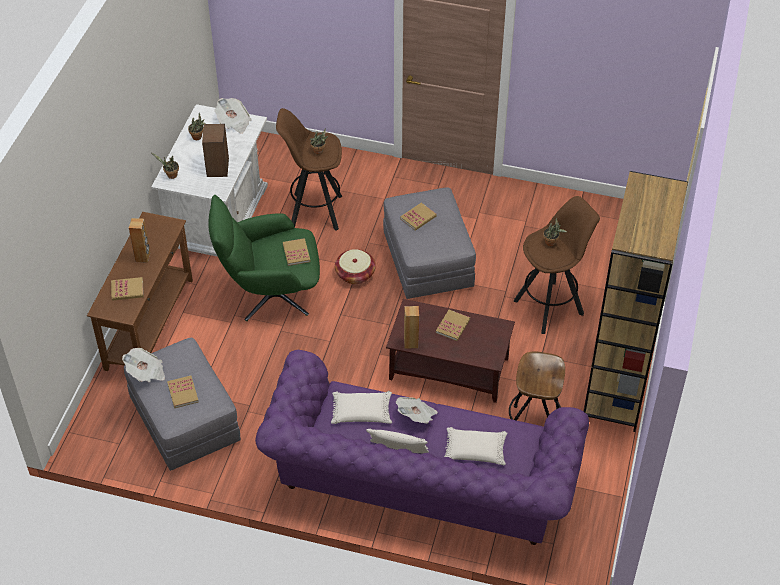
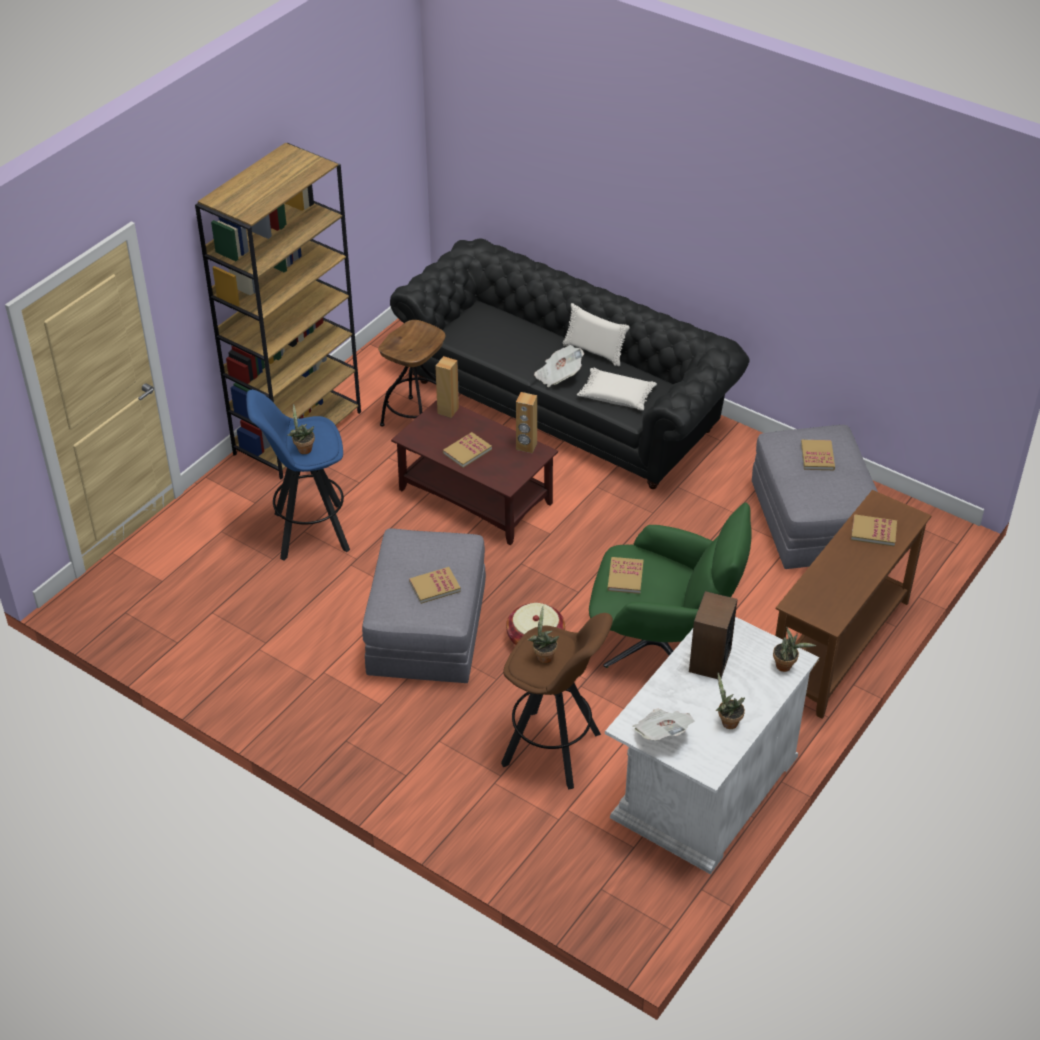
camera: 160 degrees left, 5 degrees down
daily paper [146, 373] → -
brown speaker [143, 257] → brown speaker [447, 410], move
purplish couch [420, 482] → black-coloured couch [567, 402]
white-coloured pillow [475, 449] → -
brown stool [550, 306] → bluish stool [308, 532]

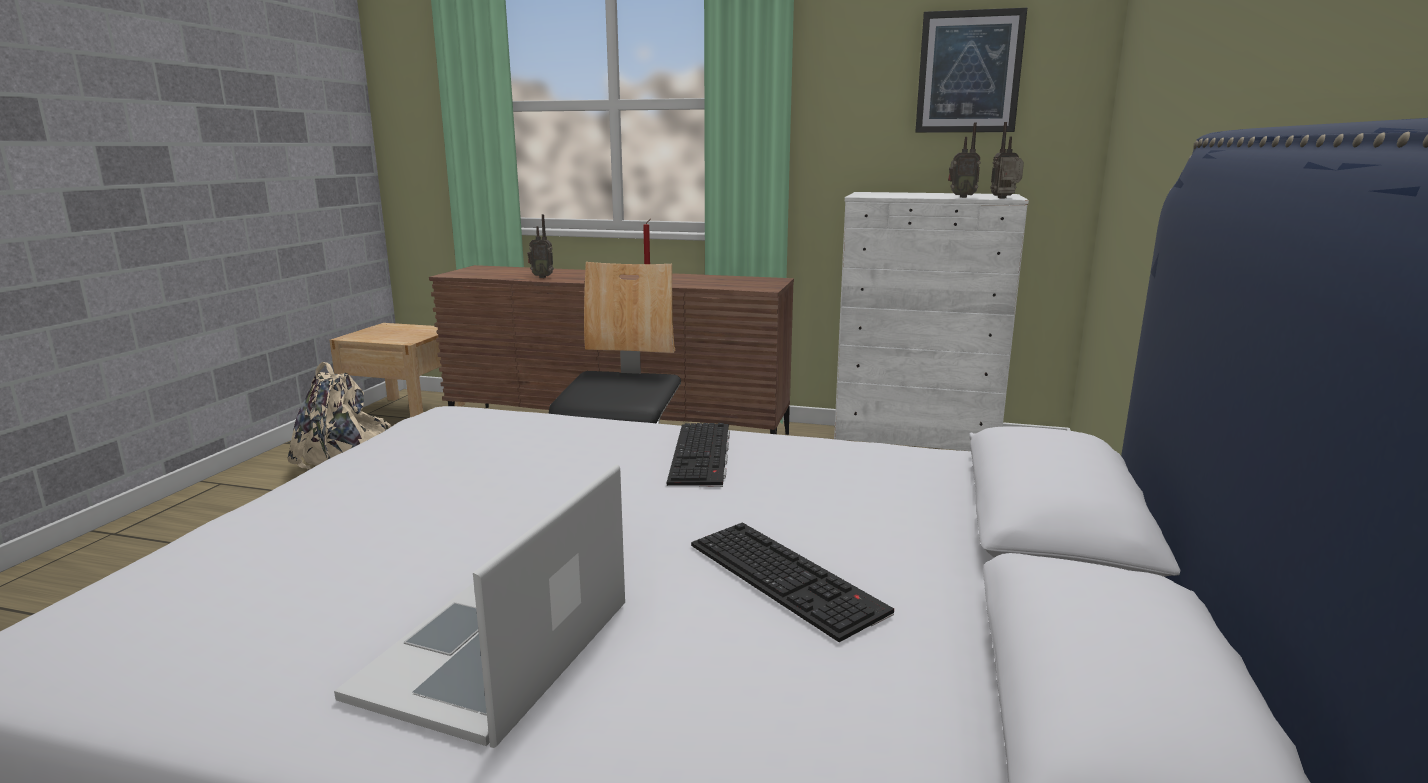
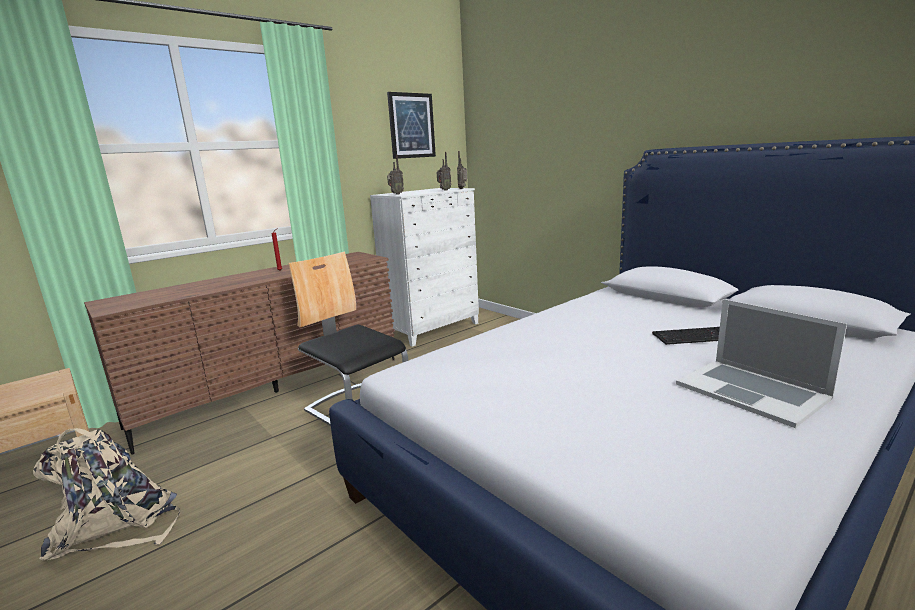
camera: 55 degrees left, 0 degrees up
radio set [542, 277] → radio set [396, 194], move
keyboard [702, 455] → -

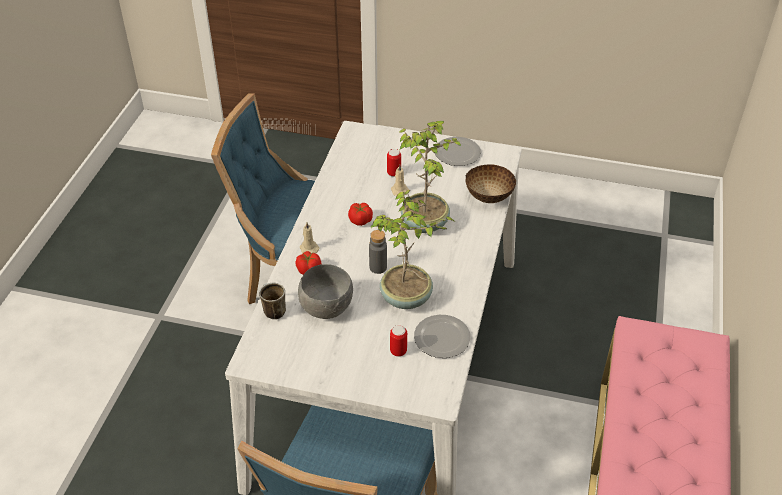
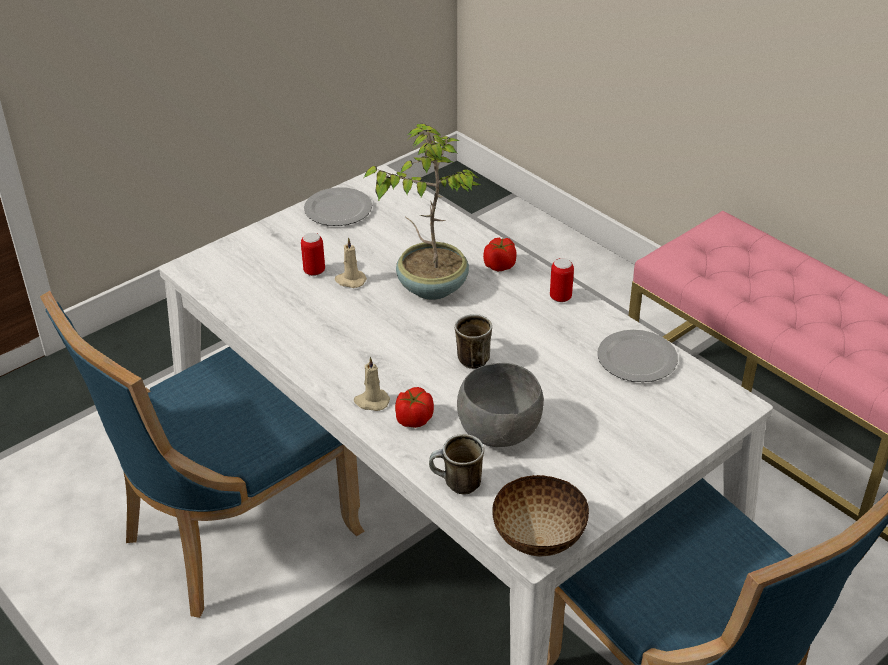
camera: 55 degrees left, 5 degrees down
tomato [360, 220] → tomato [500, 265], move
grey bottle [378, 267] → tea mug [470, 357]
plant in a pot [406, 299] → -
sealed can [398, 351] → sealed can [560, 297], move
deep dish [489, 196] → deep dish [538, 538], move

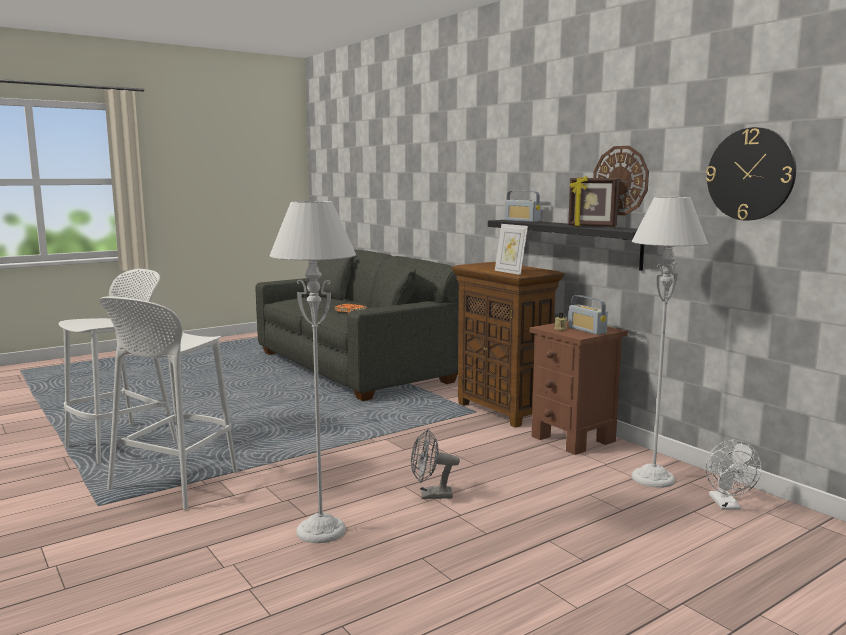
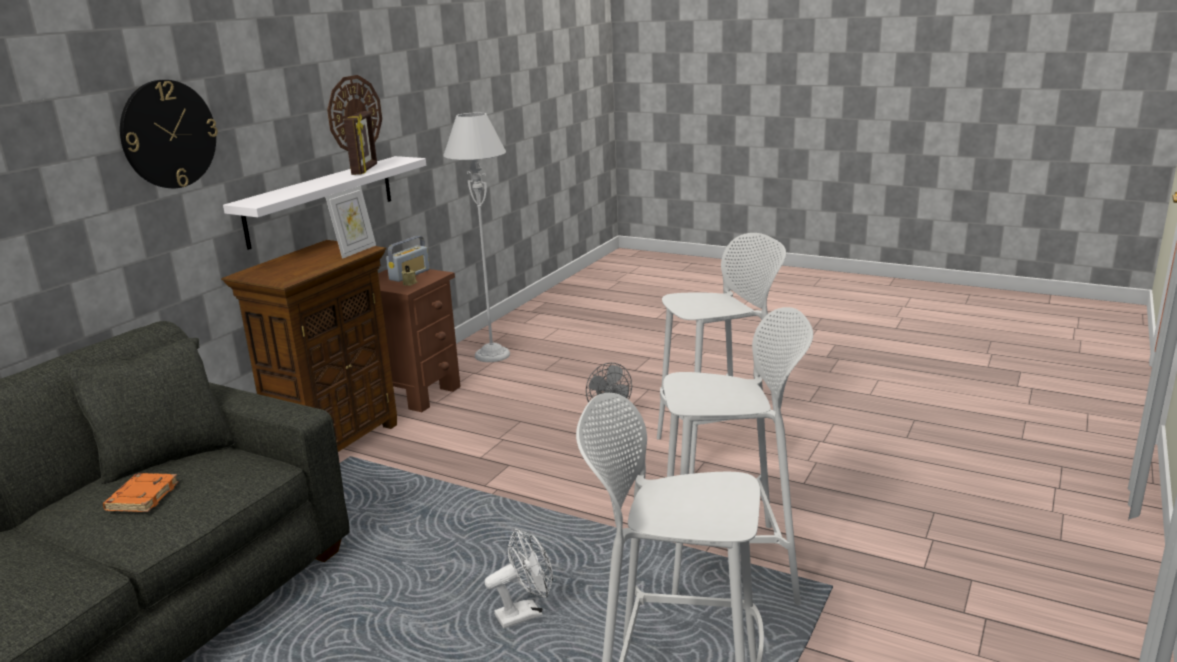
camera: 115 degrees left, 10 degrees up
grey standing lamp [321, 530] → white-coloured stool [719, 446]
black-coloured shelf [576, 243] → white-coloured shelf [321, 200]
radio set [522, 221] → -
clock on the wall [750, 174] → clock on the wall [168, 134], move
white-coloured cooling fan [727, 505] → white-coloured cooling fan [525, 613], move

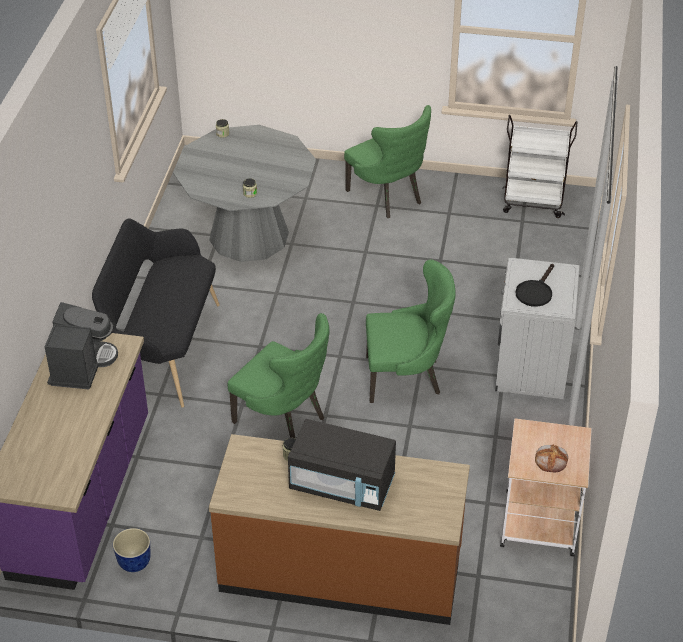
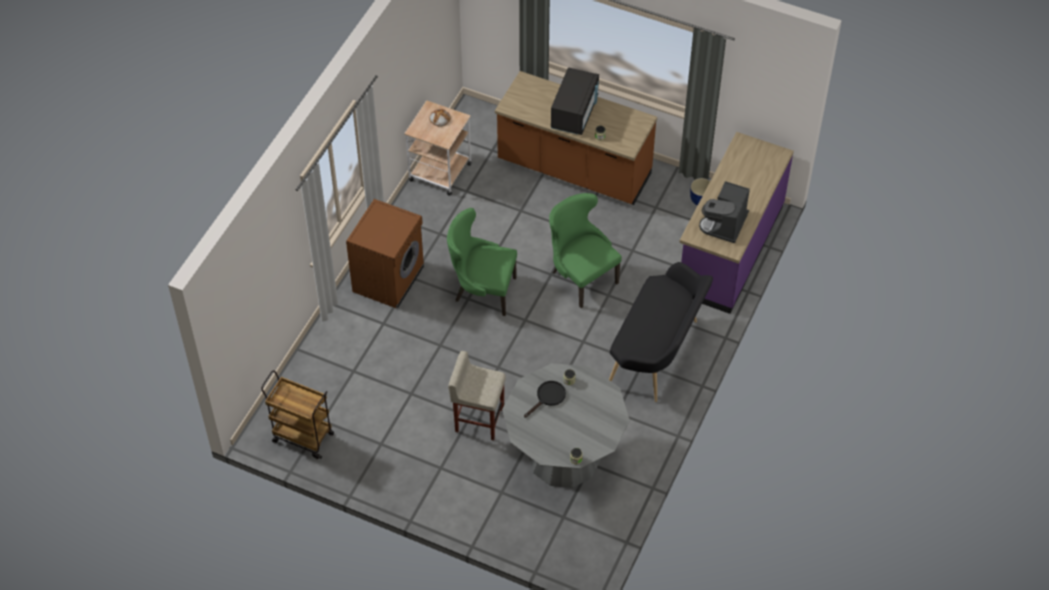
camera: 165 degrees left, 10 degrees up
black-coloured microwave [342, 484] → black-coloured microwave [574, 113], 75 degrees clockwise
greenish chair [388, 197] → -
white-coloured washing machine [529, 368] → brown washing machine [390, 279]
white-coloured cart [533, 204] → brown cart [302, 437]
black-coloured pan [535, 292] → black-coloured pan [548, 397], move
- → beige-coloured stool [478, 420]

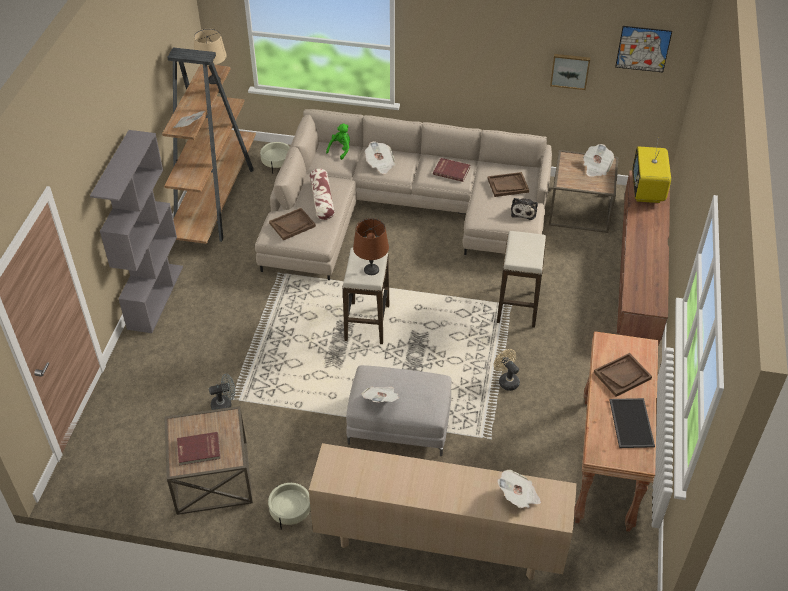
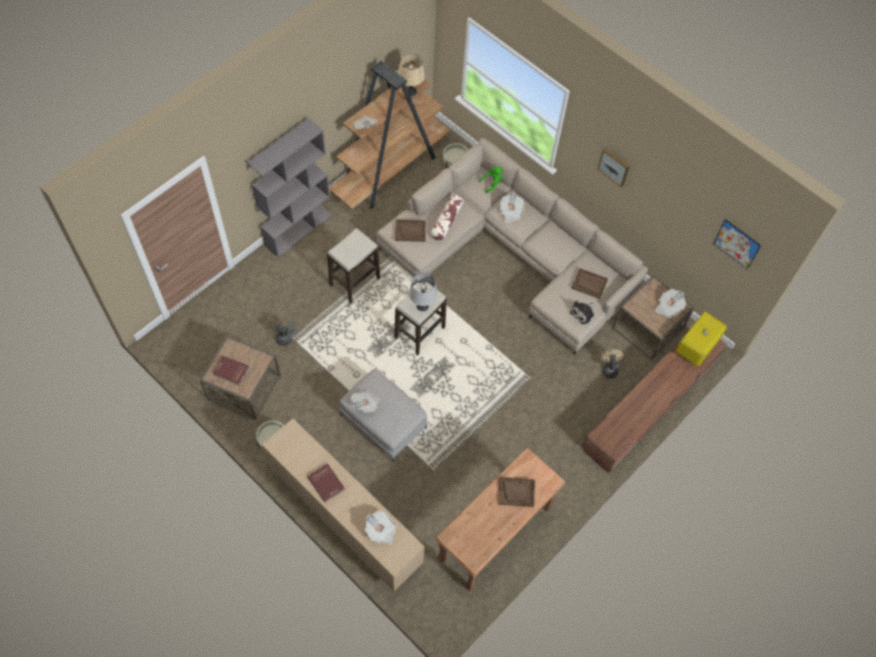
camera: 30 degrees right, 15 degrees up
brown table lamp [371, 269] → grey table lamp [422, 306]
red-coloured volume [451, 170] → red-coloured volume [326, 483], move
beige-coloured cooling fan [506, 380] → beige-coloured cooling fan [609, 369], move
stool [518, 306] → stool [354, 282], move
picture [570, 70] → picture [614, 166], move
carrying tray [630, 422] → -

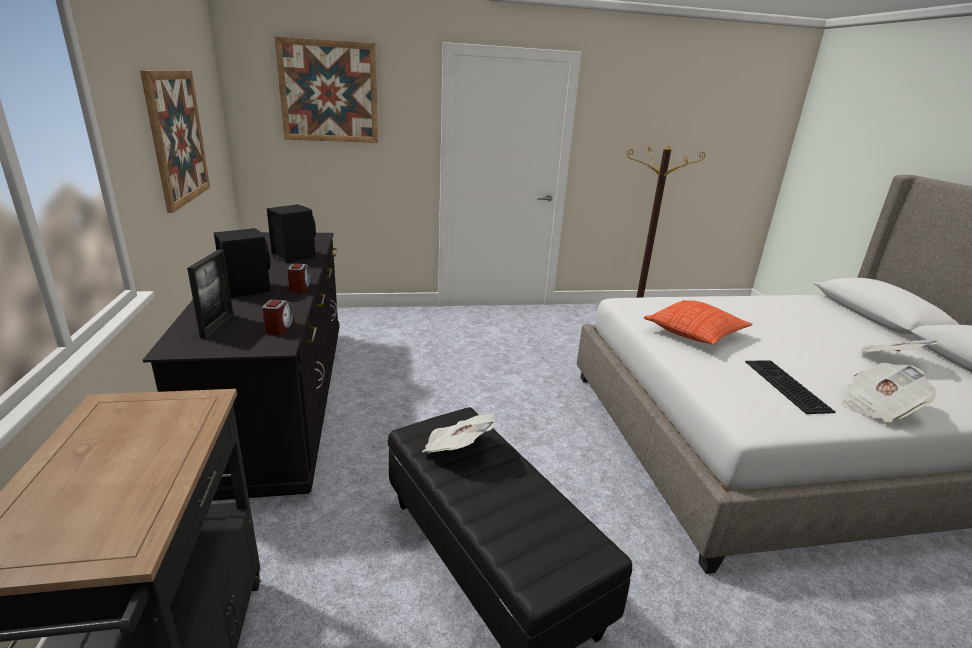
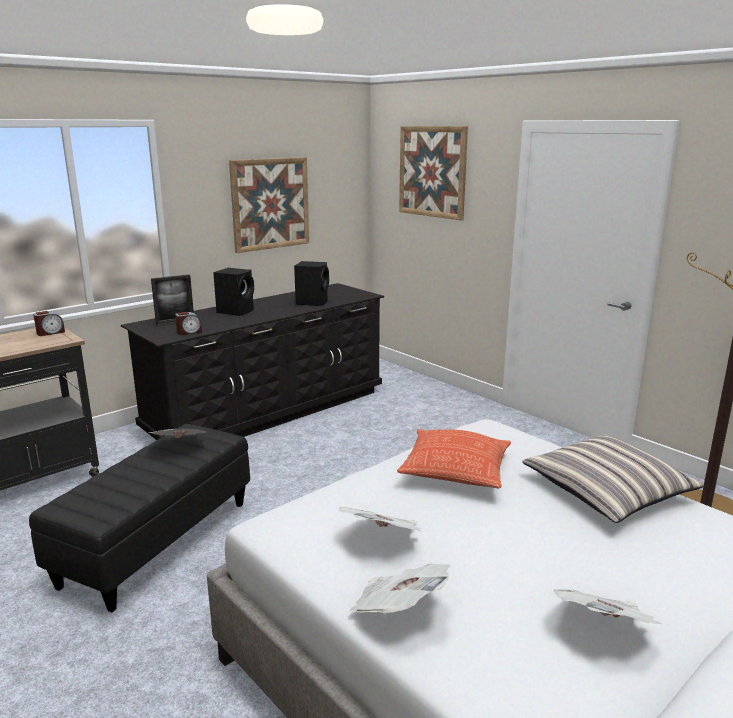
camera: 60 degrees right, 5 degrees down
alarm clock [300, 287] → alarm clock [50, 332], move
keyboard [784, 385] → daily paper [384, 538]
- → pillow [607, 491]

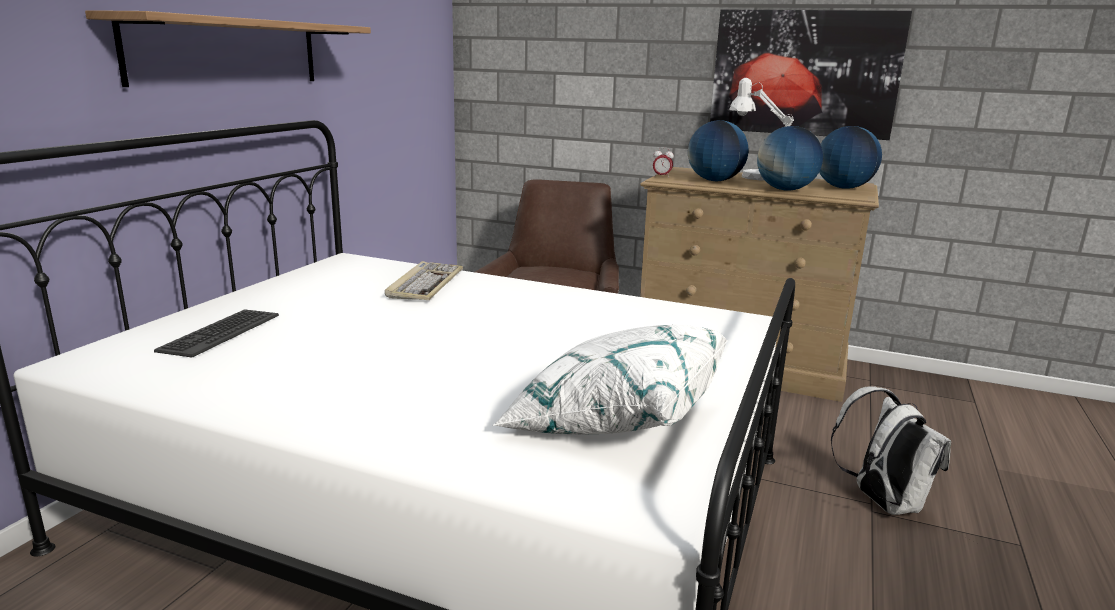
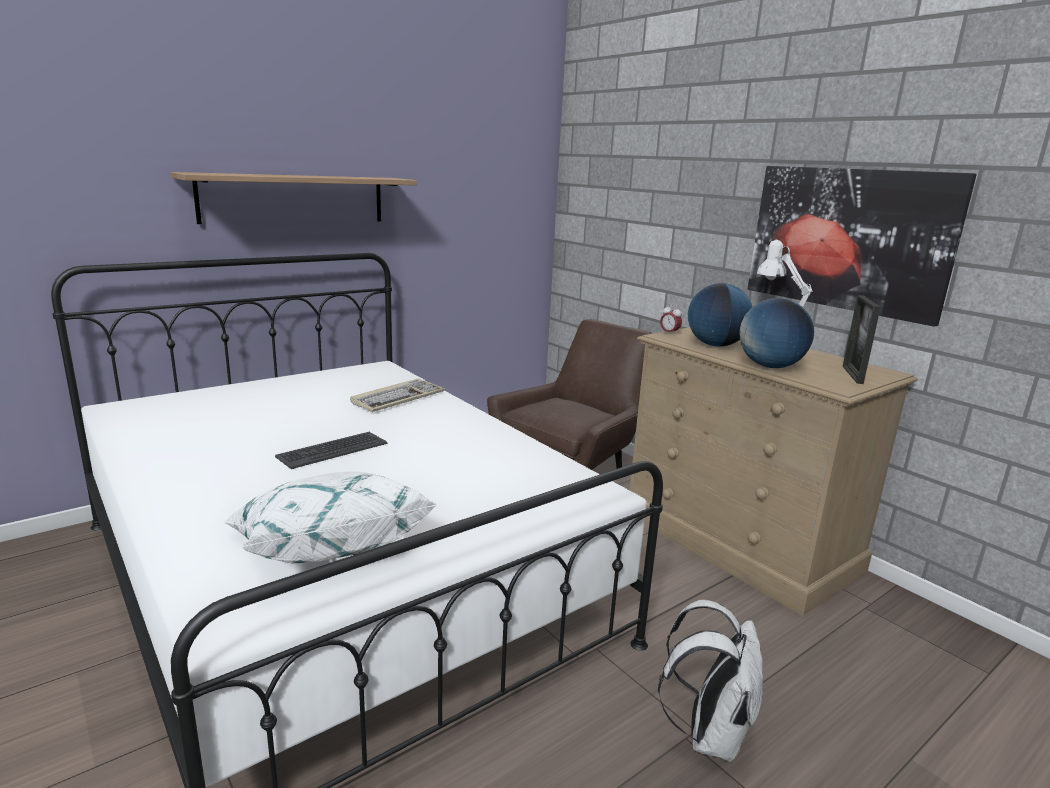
camera: 30 degrees right, 0 degrees up
keyboard [219, 333] → keyboard [332, 450], move
desk globe [843, 188] → photo frame [852, 374]

